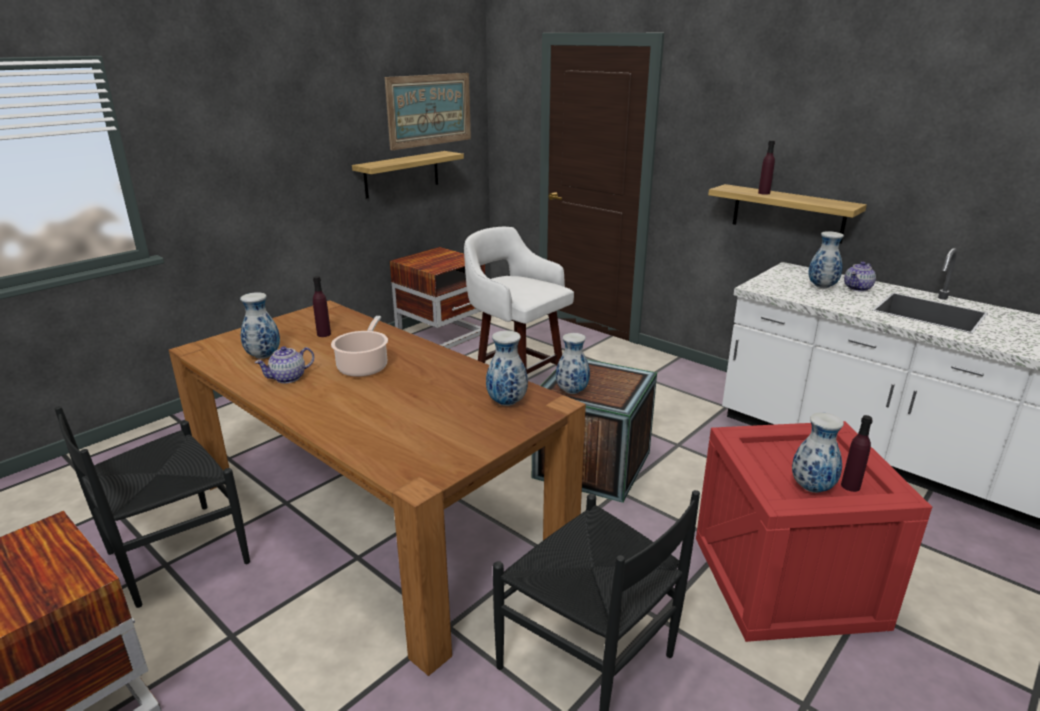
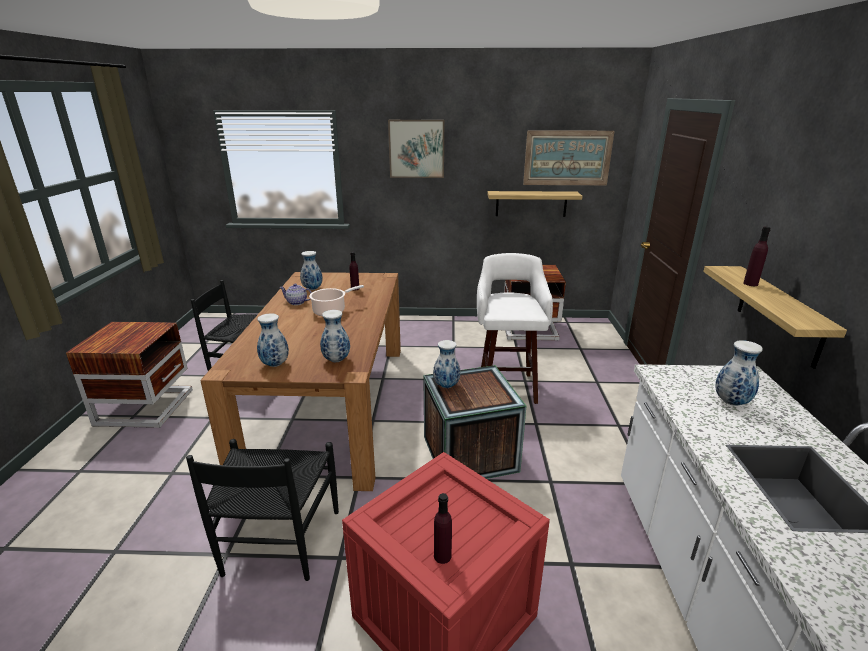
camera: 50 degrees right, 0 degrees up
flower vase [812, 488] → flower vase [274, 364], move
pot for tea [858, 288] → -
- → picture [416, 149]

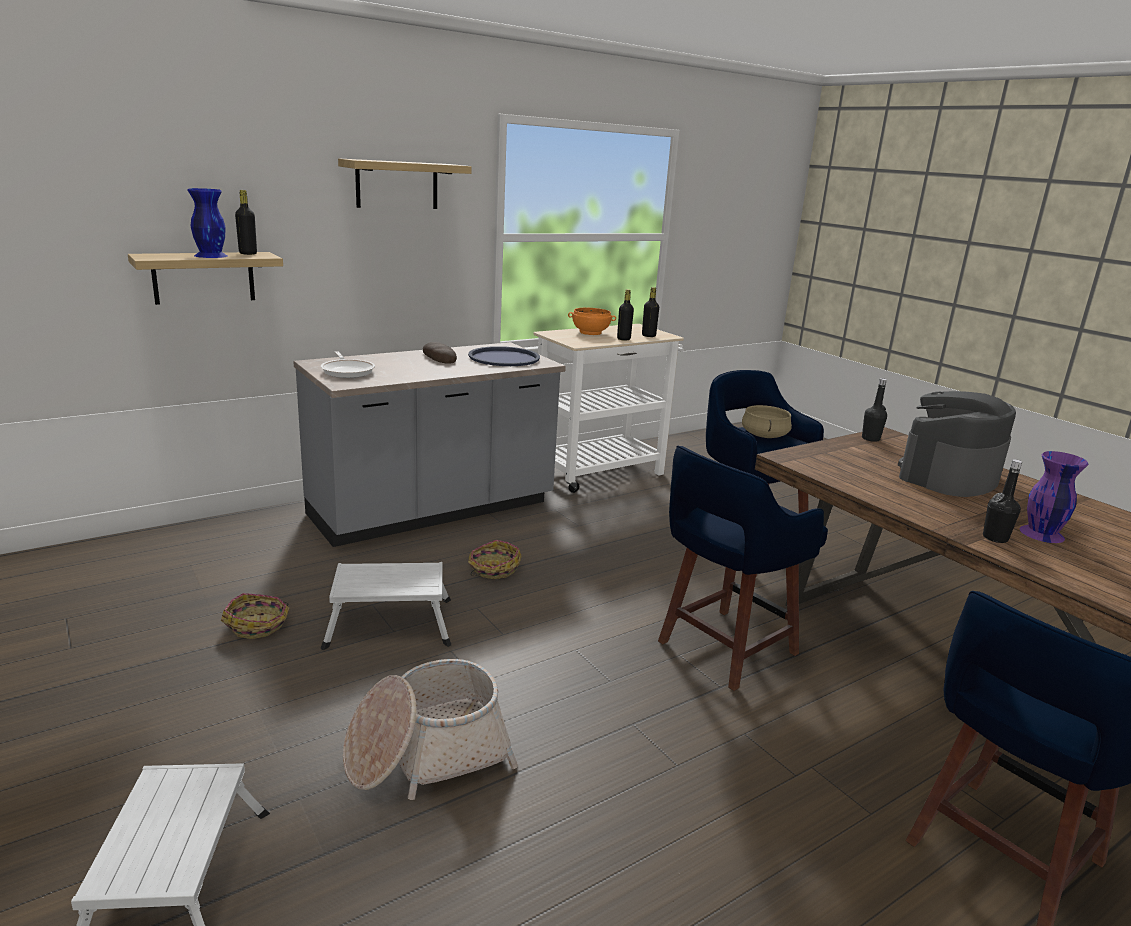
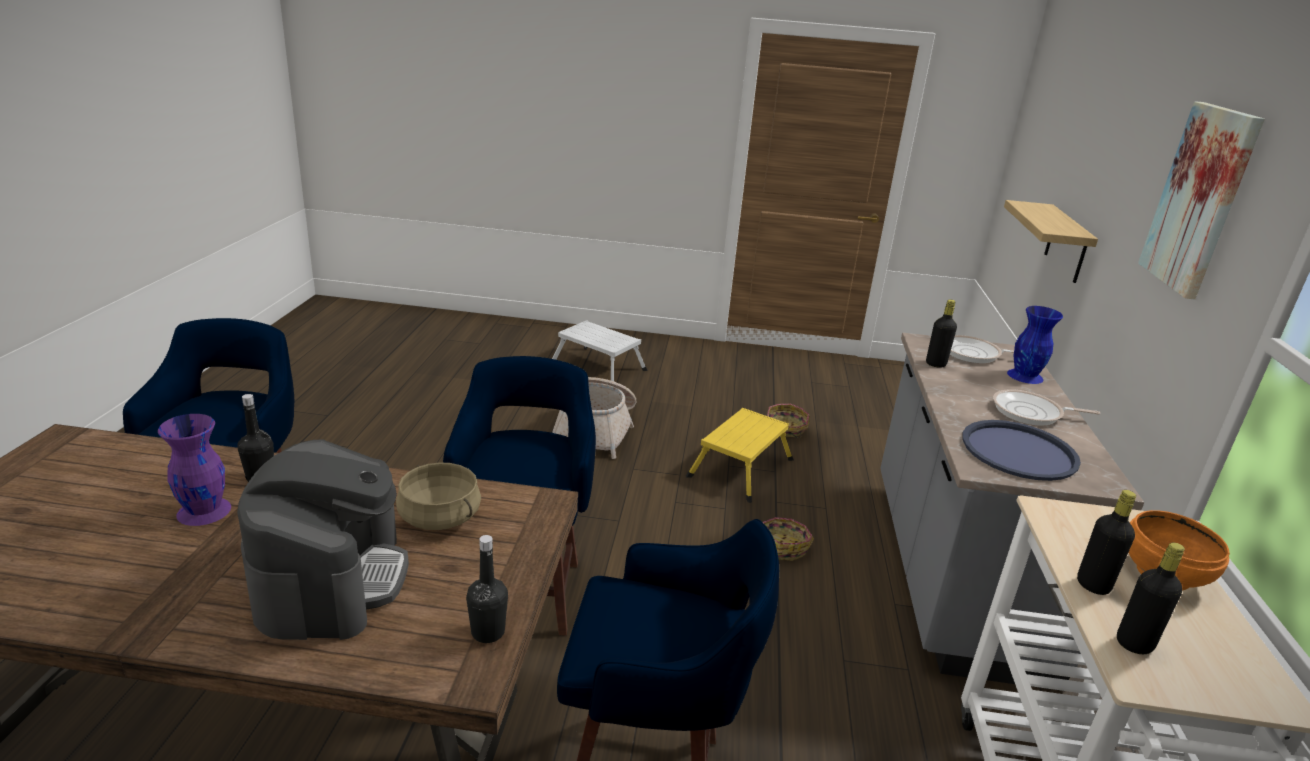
camera: 130 degrees right, 5 degrees up
bluish flower vase [210, 255] → bluish flower vase [1025, 376], move
black-coloured bottle [248, 253] → black-coloured bottle [935, 364], move
white-coloured stepladder [390, 623] → yellow-coloured stepladder [740, 468]
shelf [397, 185] → picture [1200, 199]
baked bread [439, 357] → pan [1031, 413]
beige-coloured cooking pot [764, 435] → beige-coloured cooking pot [440, 517], move

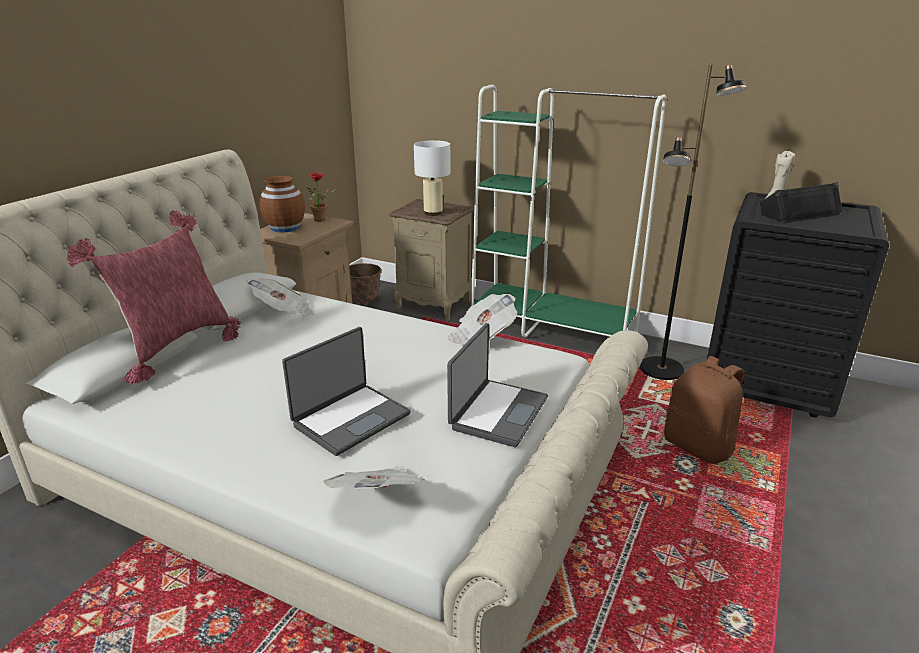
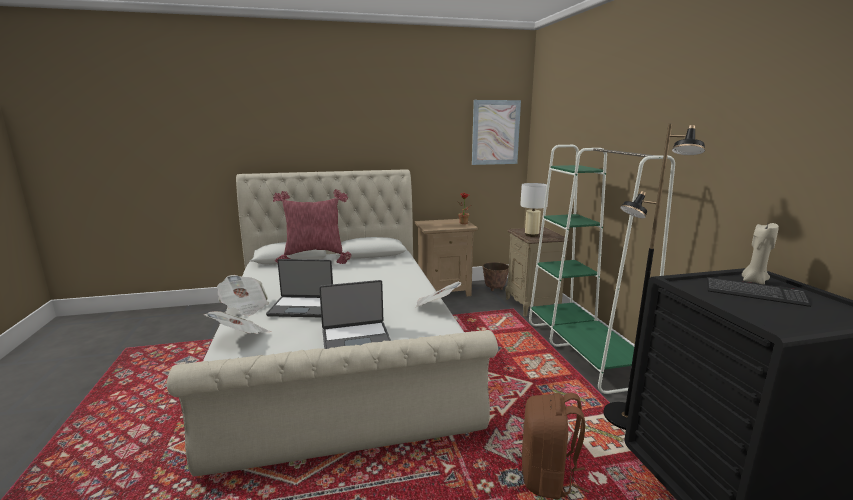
camera: 50 degrees right, 10 degrees down
daily paper [284, 312] → daily paper [244, 307], move
brown flower vase [285, 228] → -
black-coloured speaker [798, 214] → keyboard [754, 293]
- → picture [495, 132]

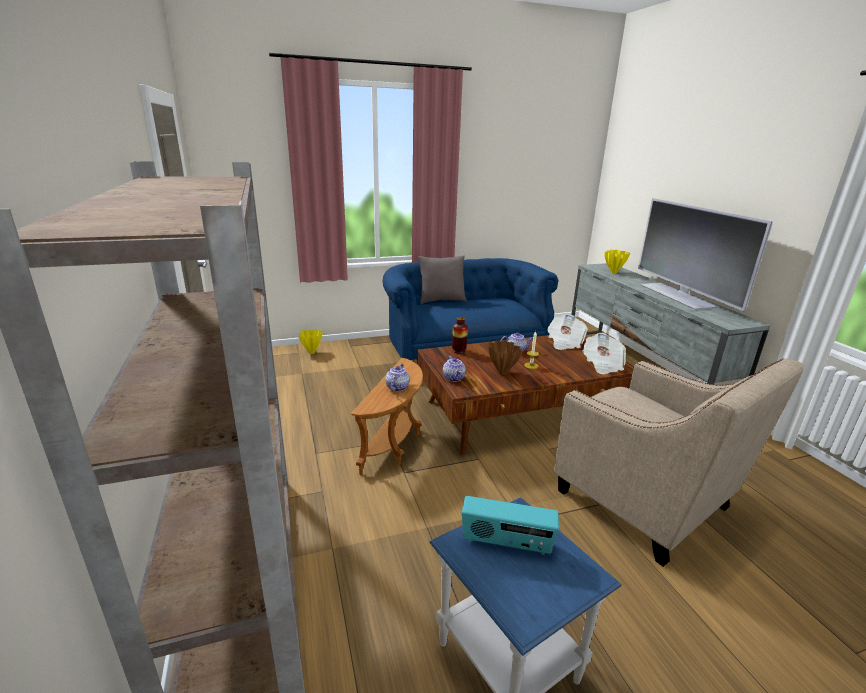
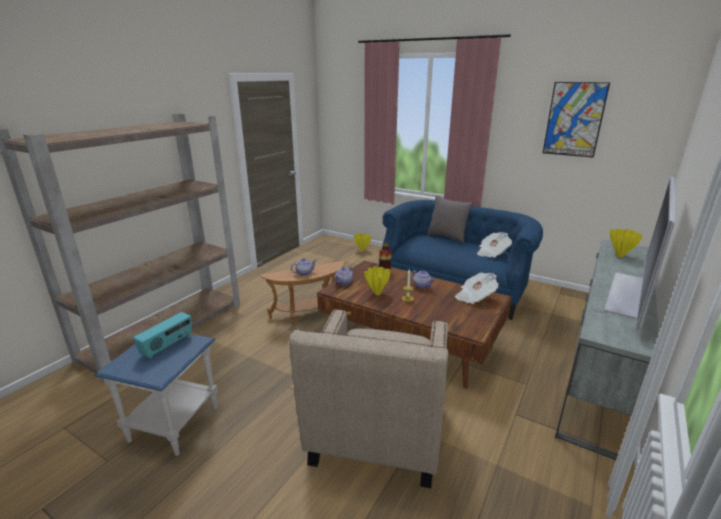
camera: 50 degrees right, 0 degrees up
radio set [506, 543] → radio set [167, 346], 120 degrees counterclockwise
brown flower vase [501, 373] → yellow-coloured flower vase [377, 293]
daily paper [602, 364] → daily paper [492, 253], move
- → picture [574, 119]

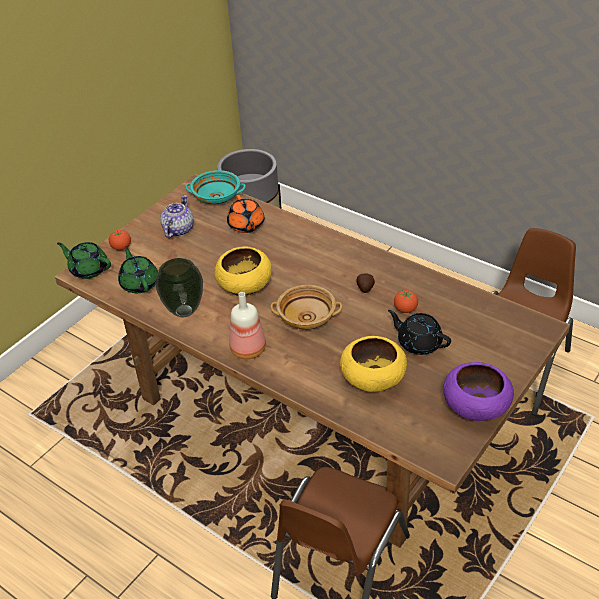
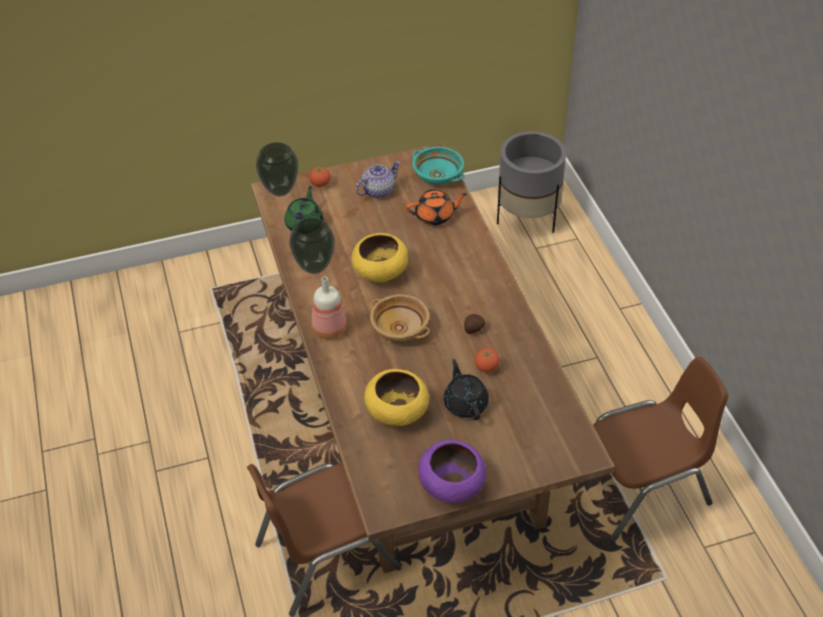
camera: 35 degrees right, 5 degrees up
greenish pot for tea [88, 269] → flower vase [279, 190]
orange-coloured pot for tea [246, 226] → orange-coloured pot for tea [435, 216], 120 degrees counterclockwise

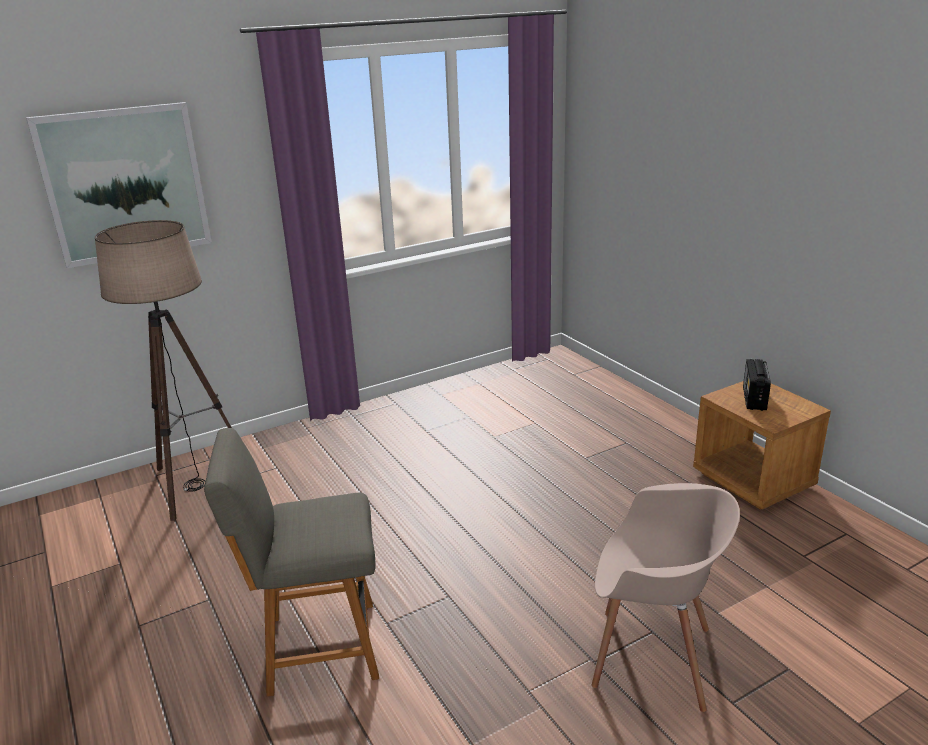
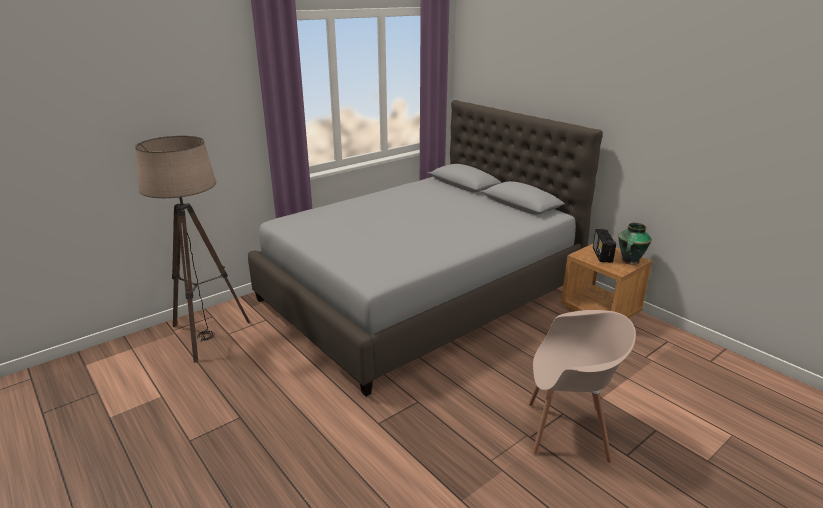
camera: 10 degrees left, 0 degrees up
picture [125, 184] → -
grey chair [317, 647] → -
- → grey bed [421, 293]
- → flower vase [630, 261]

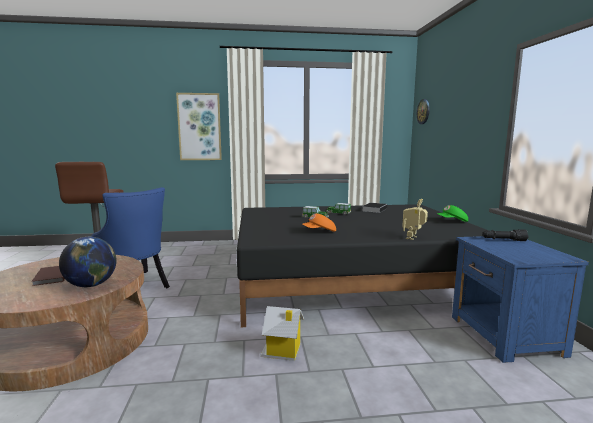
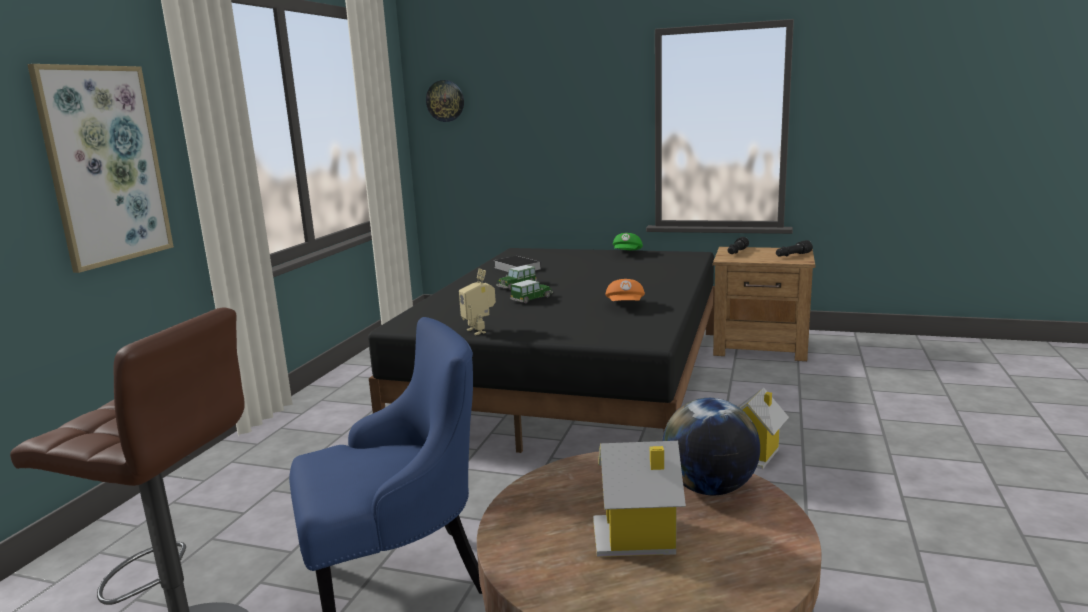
camera: 65 degrees left, 5 degrees up
brown volume [51, 277] → miniature house [638, 537]
toy robot [413, 238] → toy robot [479, 330], move
bluish bedside table [505, 336] → brown bedside table [761, 347]
- → black-coloured torch [792, 255]

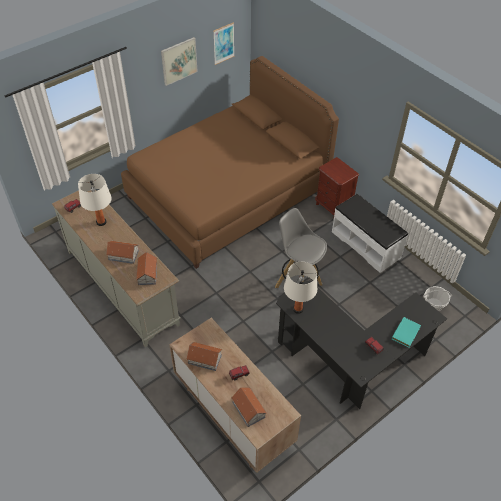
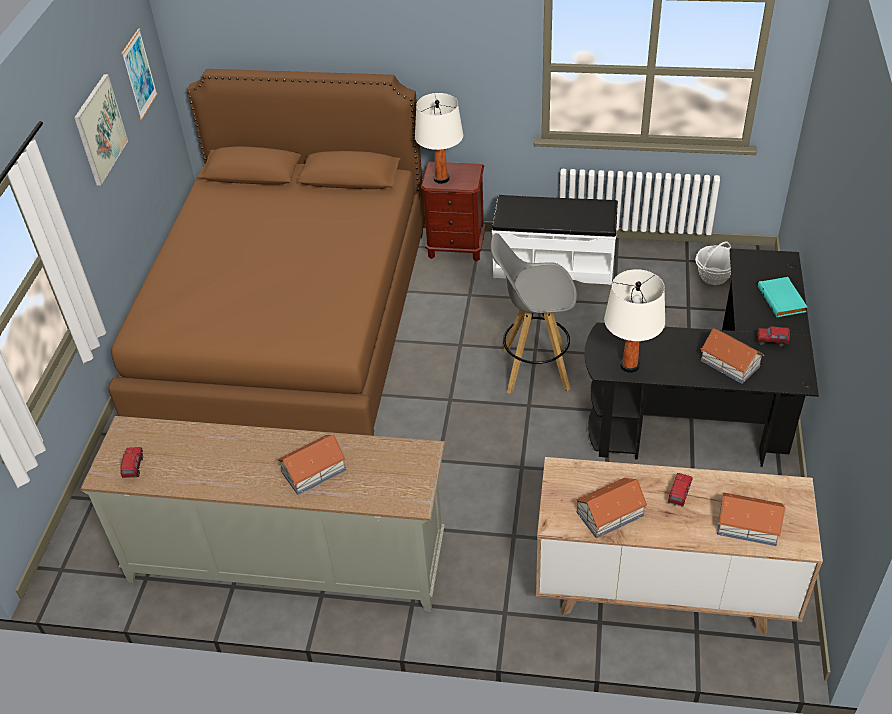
camera: 40 degrees left, 5 degrees down
white-coloured table lamp [101, 222] → white-coloured table lamp [441, 178], move
miniature house [147, 274] → miniature house [730, 364], move

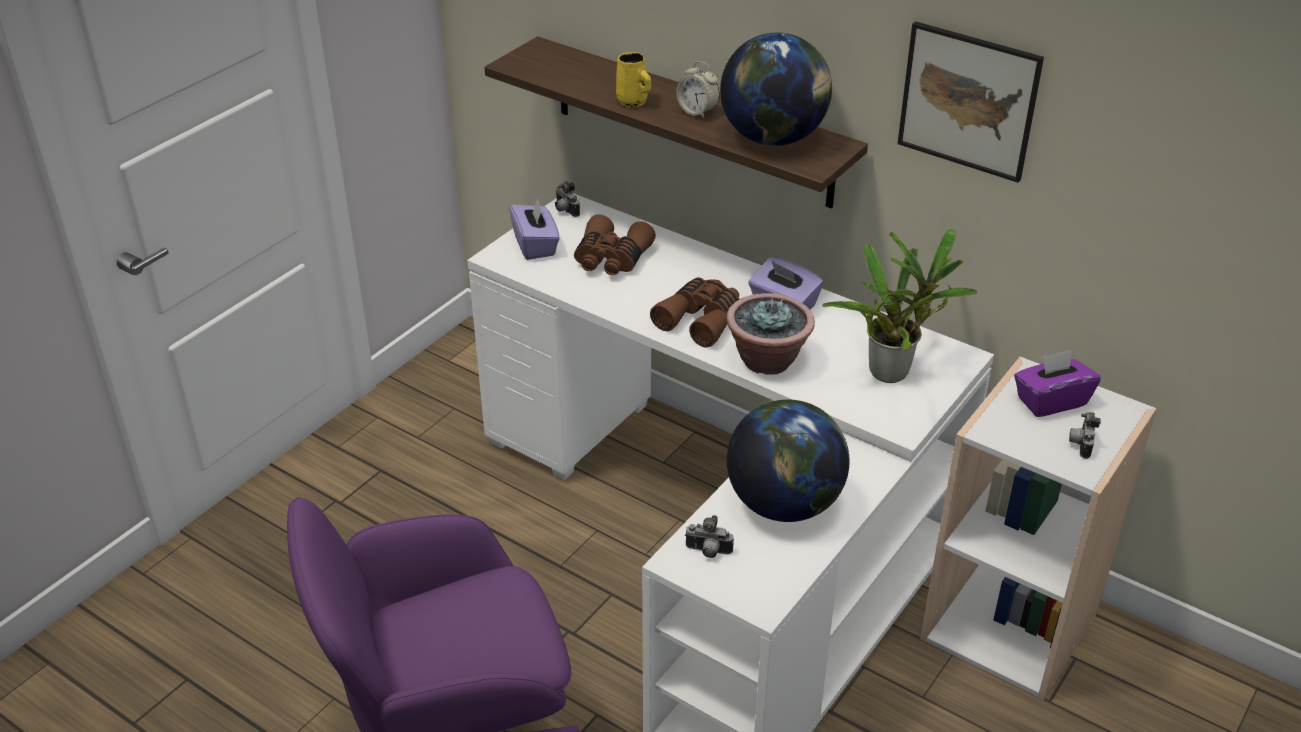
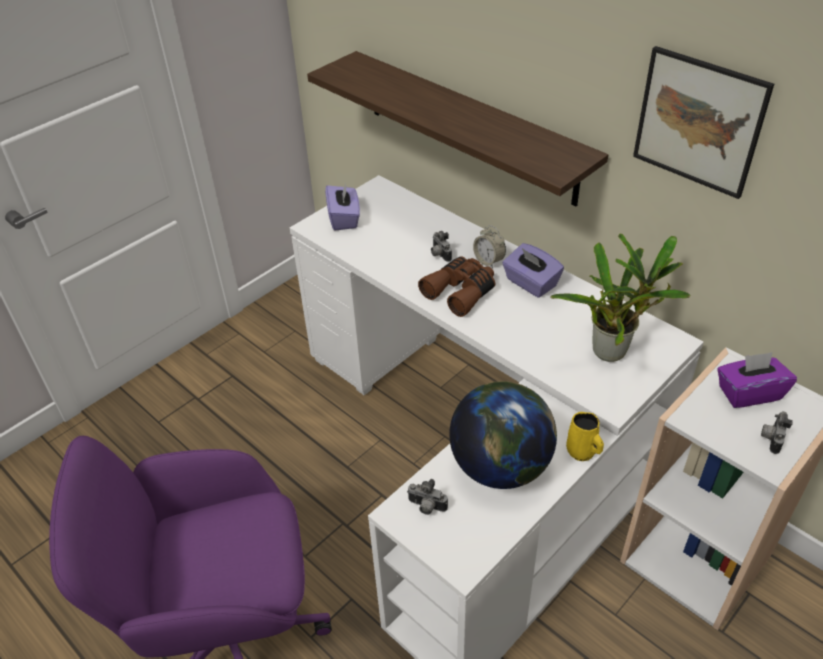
camera: 10 degrees right, 5 degrees up
still camera [564, 210] → still camera [439, 254], move
brown field glasses [611, 259] → -
yellow-coloured tea mug [633, 102] → yellow-coloured tea mug [582, 452], move
alarm clock [697, 112] → alarm clock [488, 261], move
desk globe [773, 138] → -
plant in a pot [767, 360] → -

